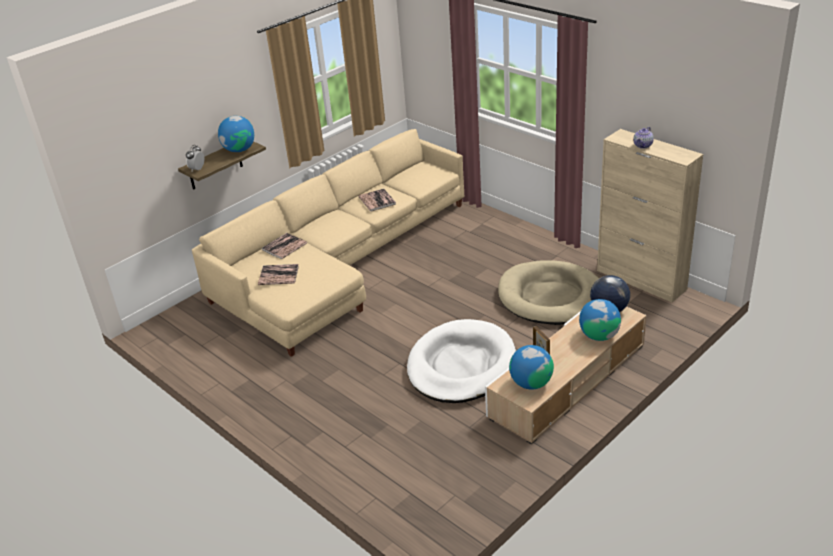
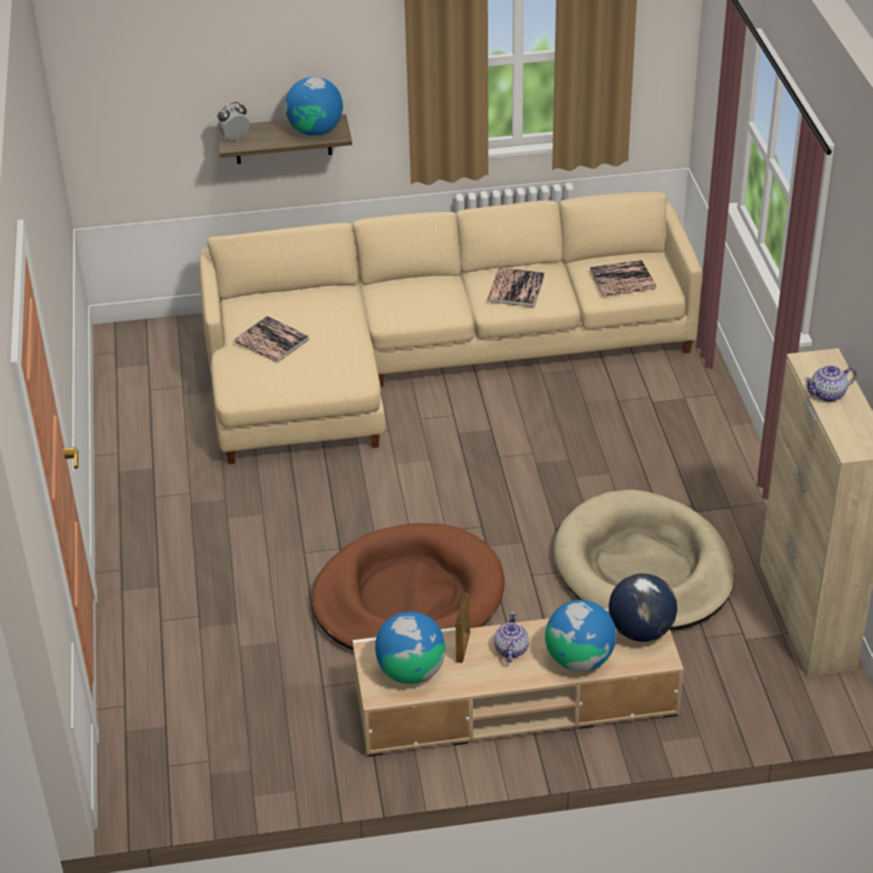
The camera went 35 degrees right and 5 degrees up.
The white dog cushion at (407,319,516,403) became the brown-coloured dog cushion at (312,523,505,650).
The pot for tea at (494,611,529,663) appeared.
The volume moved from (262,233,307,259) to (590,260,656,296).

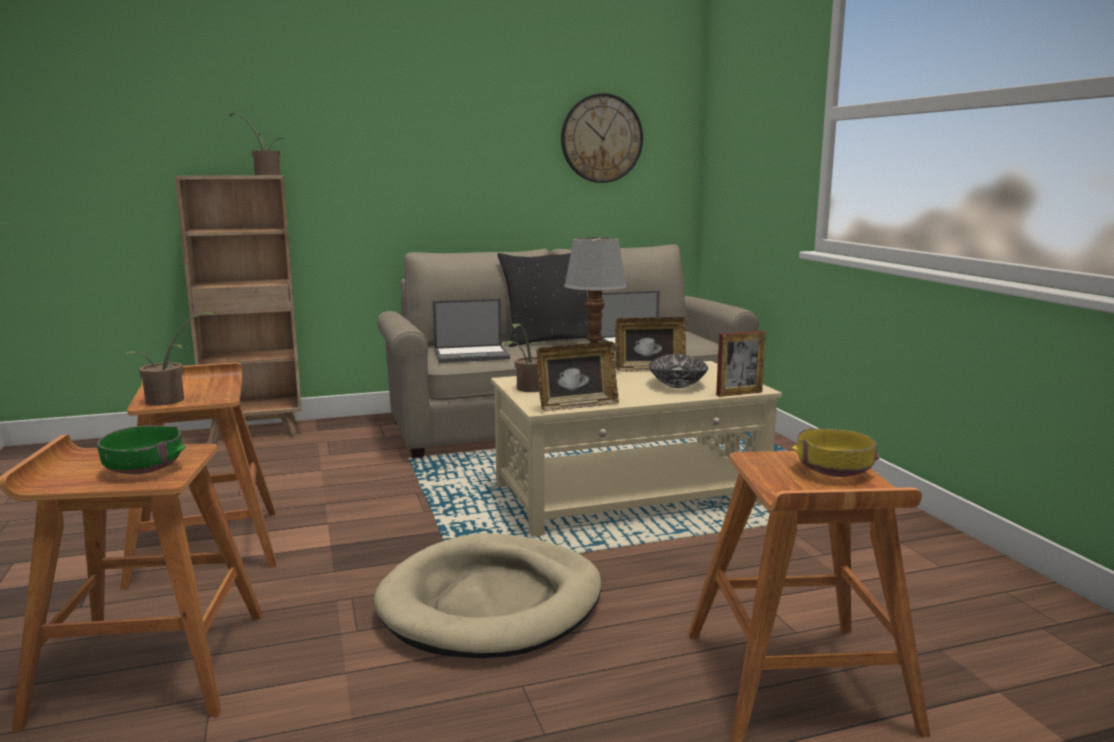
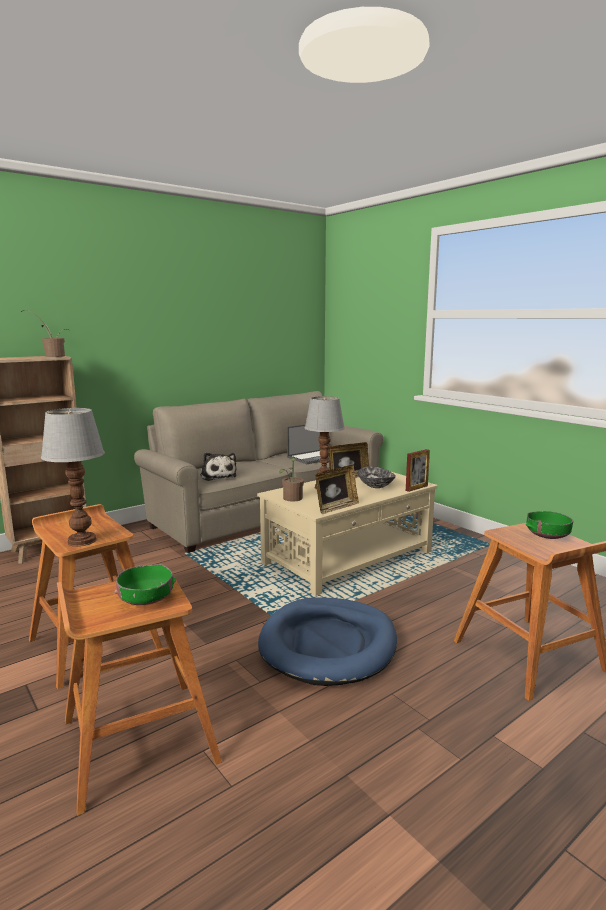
The camera went 20 degrees left and 0 degrees up.
The plant in a pot at (125,312,215,406) was replaced by the tabletop lamp at (41,408,105,547).
The portable computer at (433,299,510,363) was replaced by the cuddly toy at (200,452,237,481).
The beige-coloured dog cushion at (374,533,602,658) became the bluish dog cushion at (258,597,397,686).
The yellow bowl at (792,428,880,477) became the greenish bowl at (526,511,573,539).
The black-coloured throw pillow at (497,253,590,347) disappeared.
The hanging clock at (561,93,643,183) disappeared.

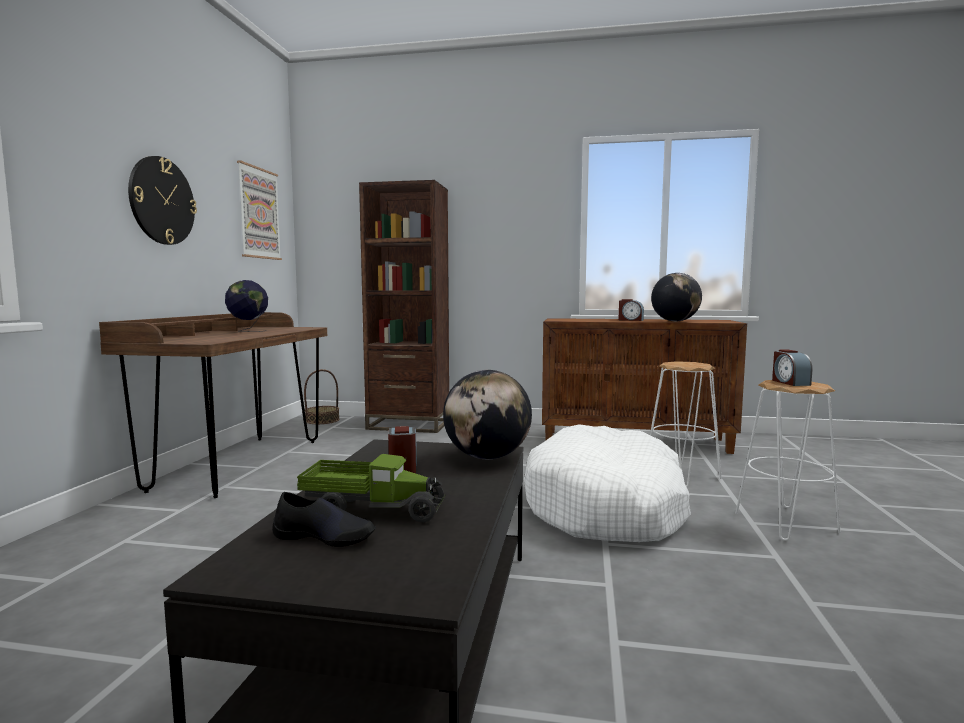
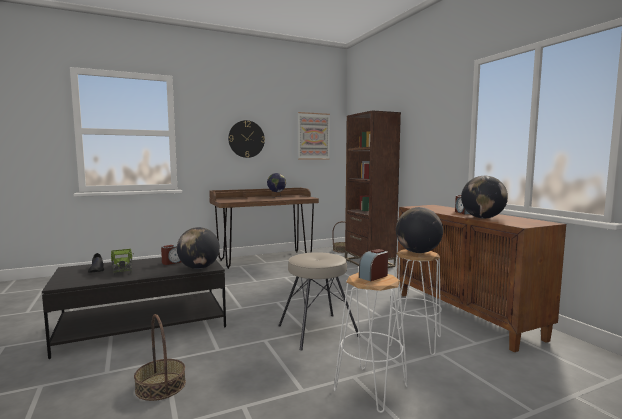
The camera went 55 degrees right and 0 degrees up.
The basket at (134,314,186,401) appeared.
The white dog cushion at (524,424,691,542) was replaced by the beige-coloured stool seat at (279,252,358,350).
The globe at (396,207,443,253) appeared.

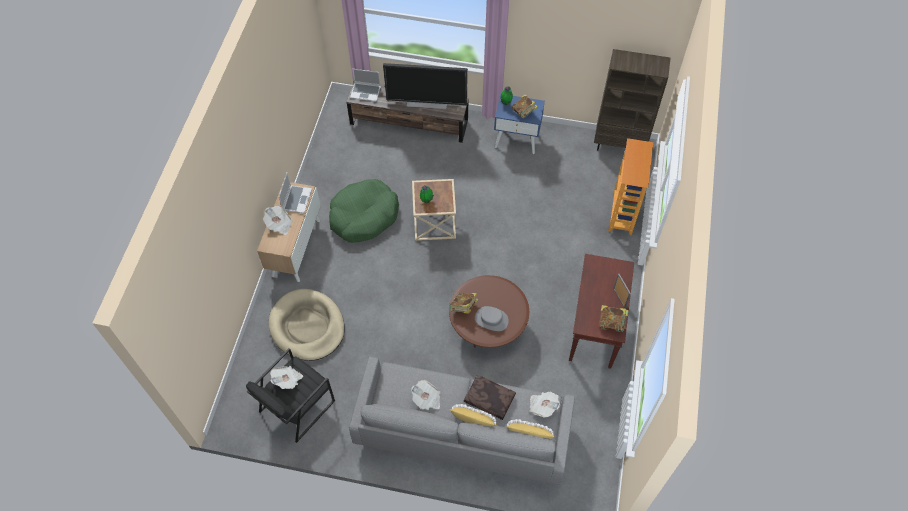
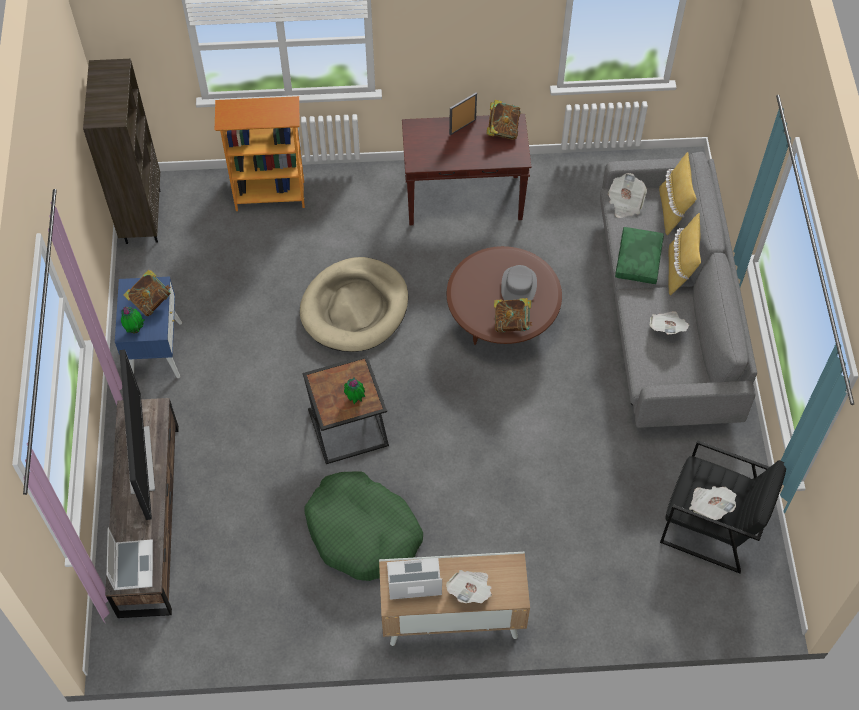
The camera went 105 degrees left and 0 degrees up.
The beige-coloured dog cushion moved from (268,289,344,361) to (300,257,408,352).
The beige-coloured accent table at (412,179,456,241) became the black-coloured accent table at (302,355,389,464).
The brown-coloured throw pillow at (464,375,516,420) became the greenish throw pillow at (615,227,664,284).

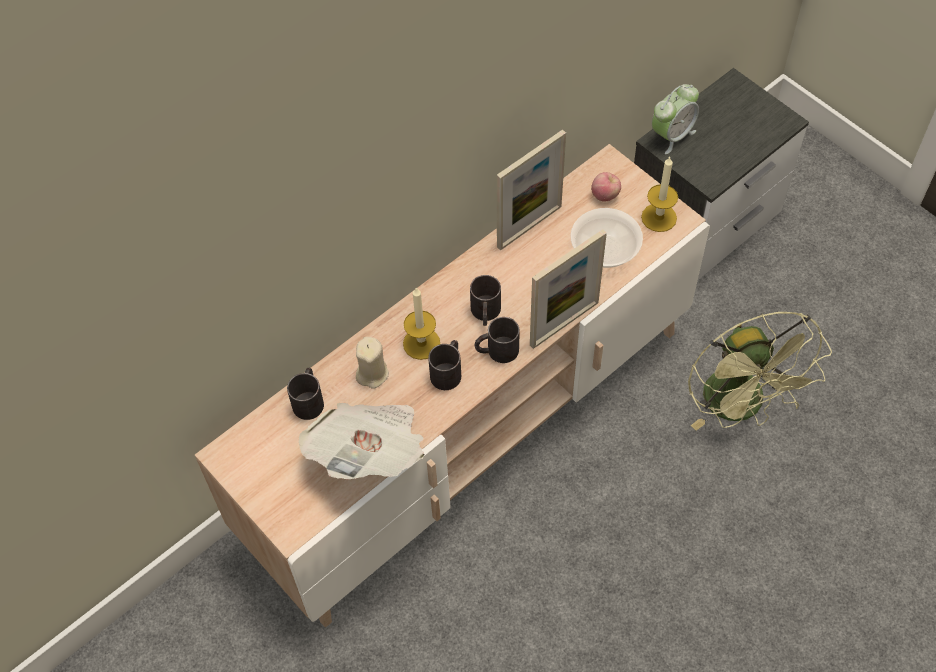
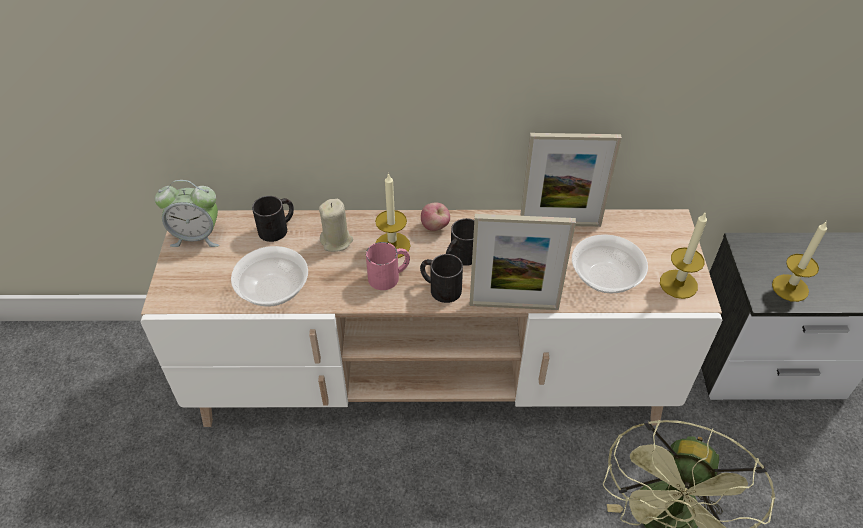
The camera went 40 degrees right and 10 degrees down.
The alarm clock moved from (652,84,699,154) to (155,180,219,247).
The newspaper at (298,403,424,479) was replaced by the bowl at (231,246,308,307).
The black-coloured tea mug at (428,340,461,390) became the pink tea mug at (366,242,410,290).
The apple moved from (591,172,621,202) to (421,202,450,231).
The candle at (772,221,827,302) appeared.

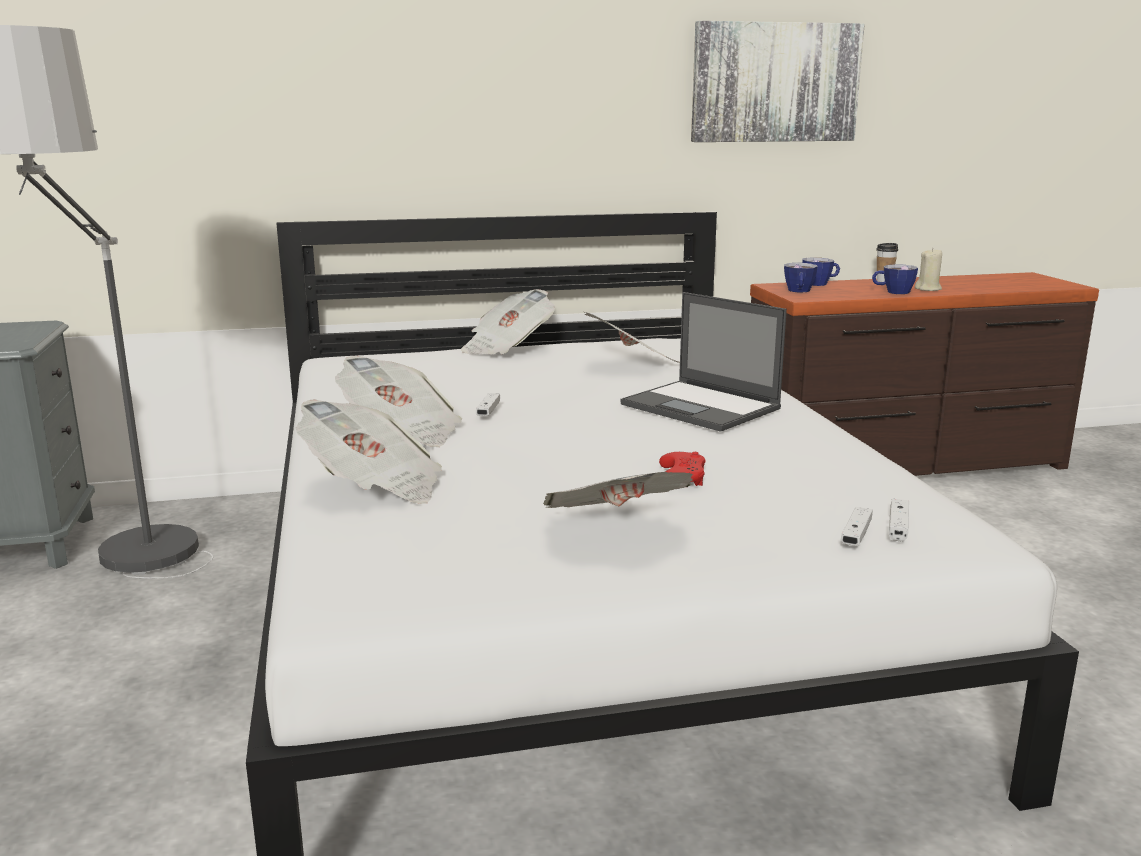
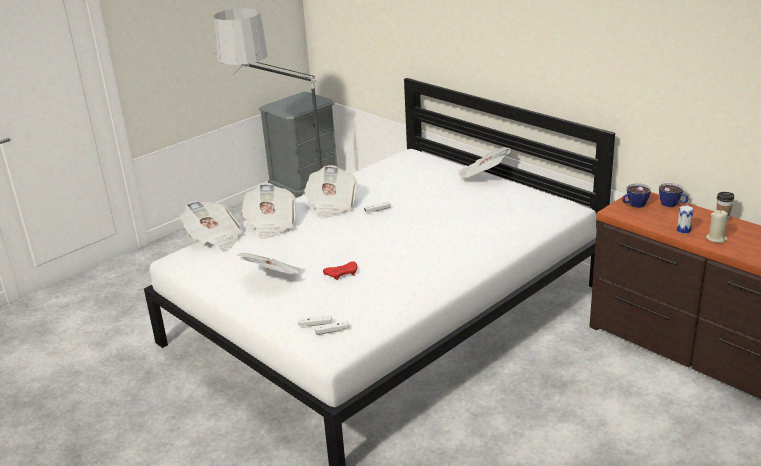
The camera went 60 degrees right and 10 degrees up.
The newspaper moved from (585,312,680,363) to (180,201,244,251).
The drinking cup at (872,264,918,294) was replaced by the sealed can at (677,205,694,234).
The portable computer at (620,292,787,432) disappeared.
The picture at (691,21,865,142) disappeared.

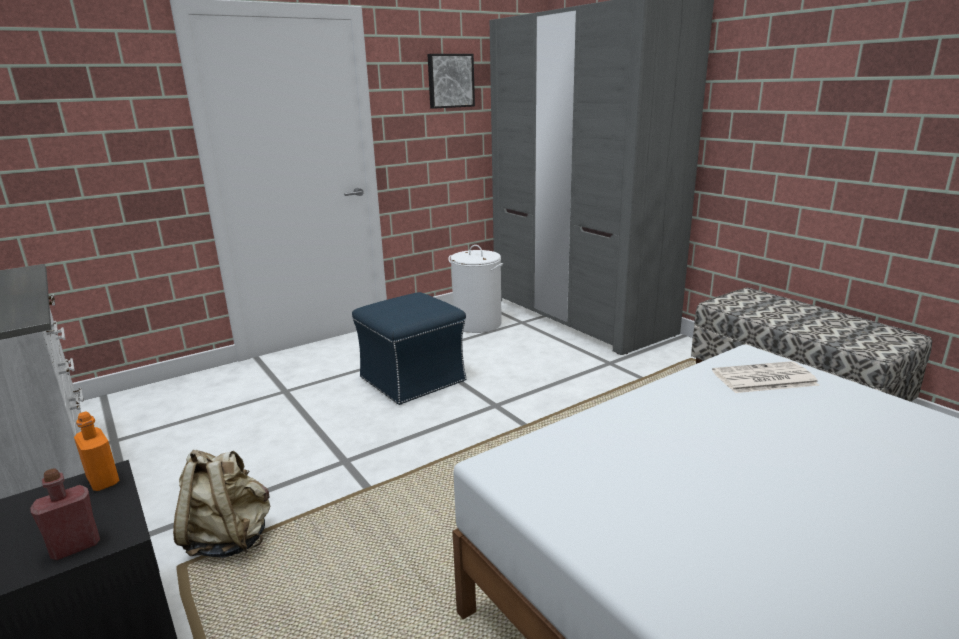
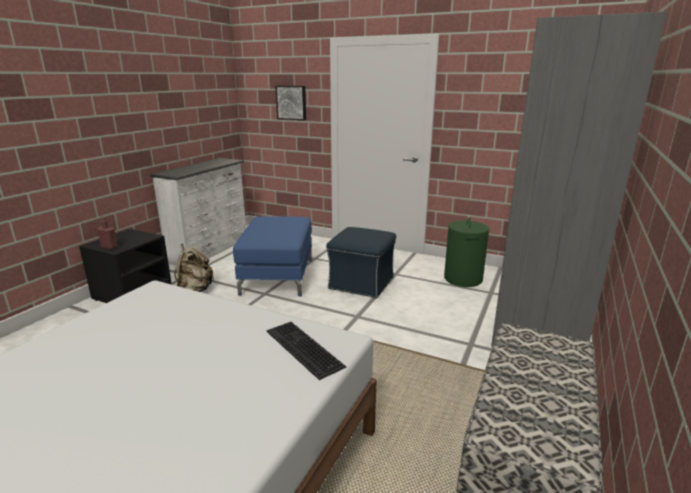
The camera went 60 degrees right and 0 degrees up.
The bluish footrest at (233,216,312,296) appeared.
The newspaper at (712,361,819,393) was replaced by the computer keyboard at (266,322,346,380).
The picture moved from (427,54,475,109) to (275,86,306,120).
The white washing basket at (448,245,503,333) became the greenish washing basket at (444,218,490,287).
The orange-coloured bottle at (74,412,119,491) disappeared.

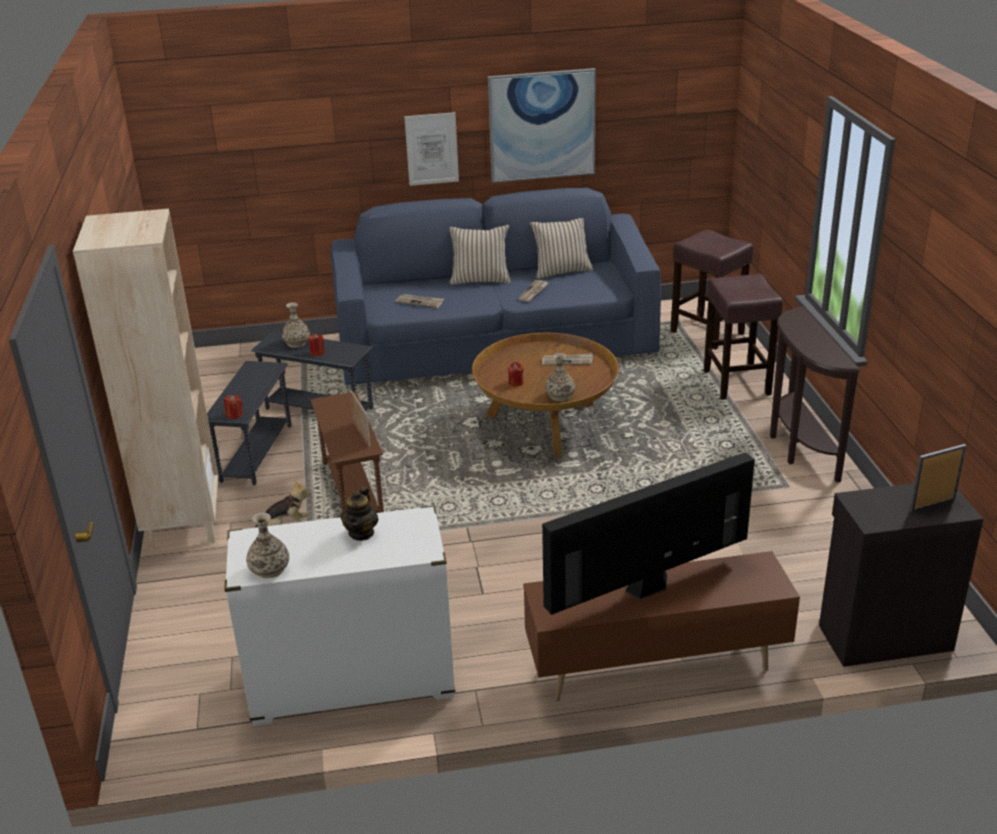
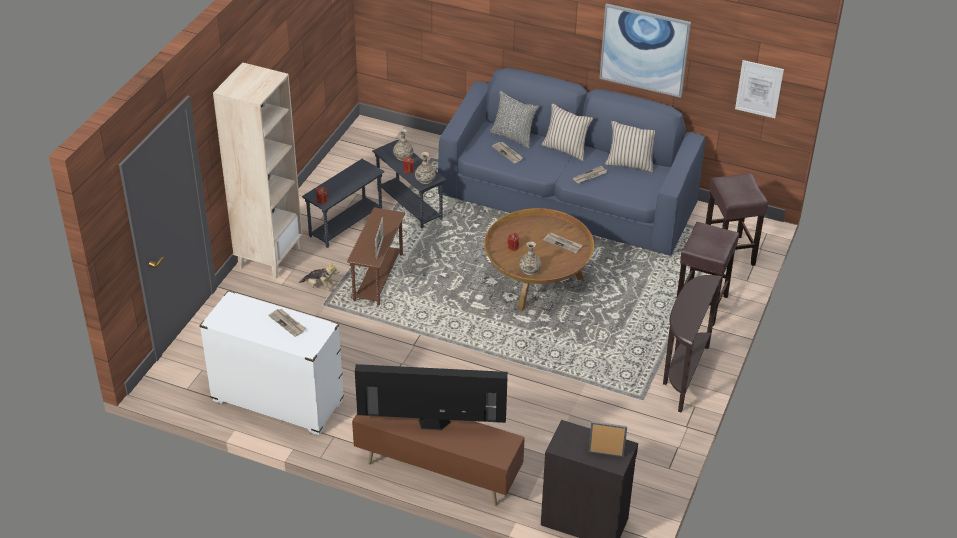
The camera went 30 degrees right and 10 degrees up.
The pot for tea at (341,487,378,541) was replaced by the newspaper at (268,309,306,337).
The flower vase moved from (246,513,289,578) to (415,152,436,184).
The gray throw pillow at (490,91,540,149) appeared.
The picture moved from (404,112,459,186) to (735,60,784,118).

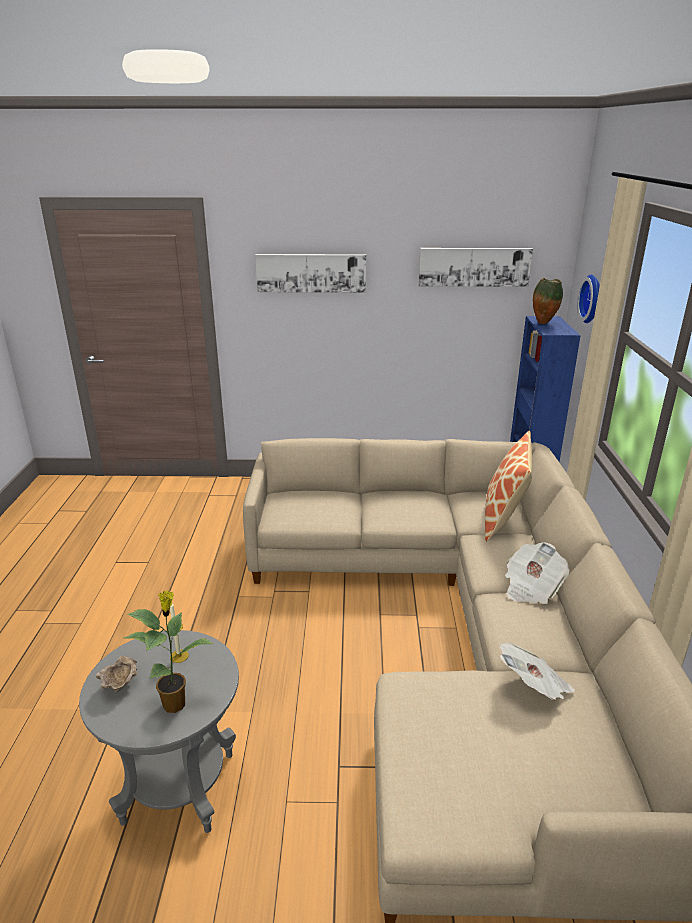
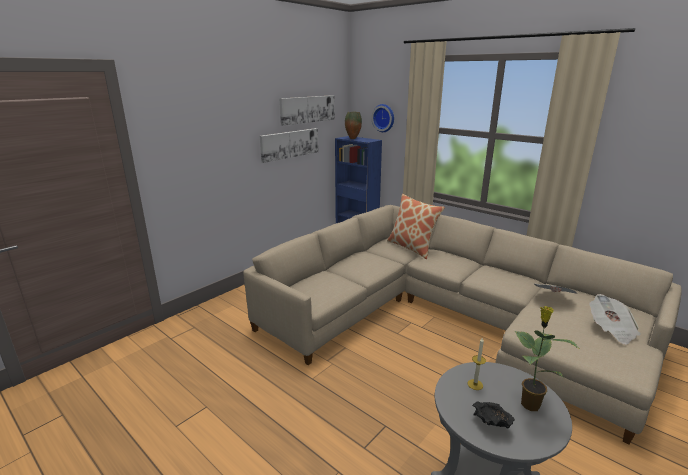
The camera went 50 degrees left and 5 degrees down.
The picture moved from (255,254,366,293) to (260,128,318,163).
The beige-coloured bowl at (96,656,137,692) became the black-coloured bowl at (472,401,515,429).
The newspaper moved from (505,542,569,604) to (589,294,641,345).

